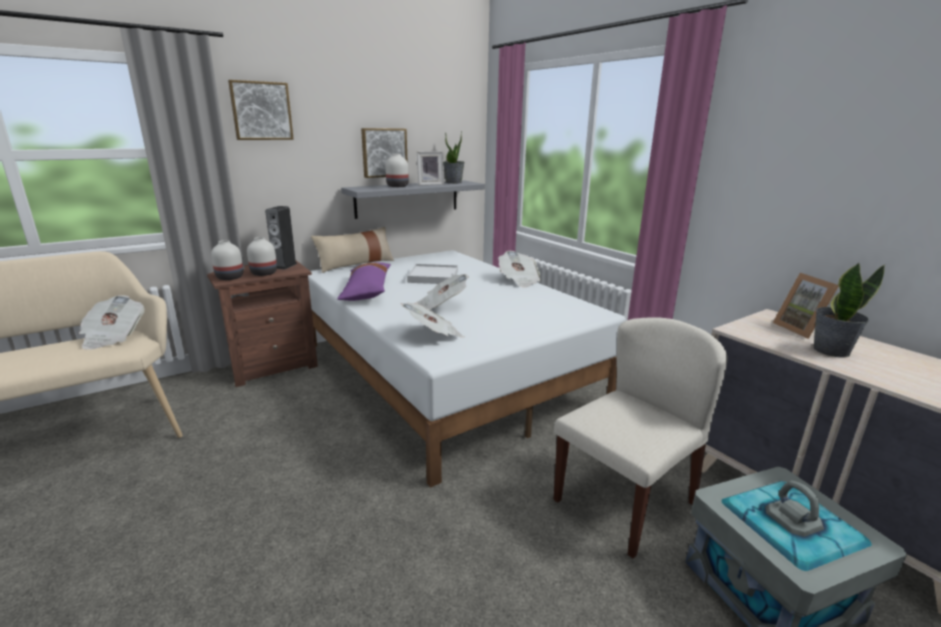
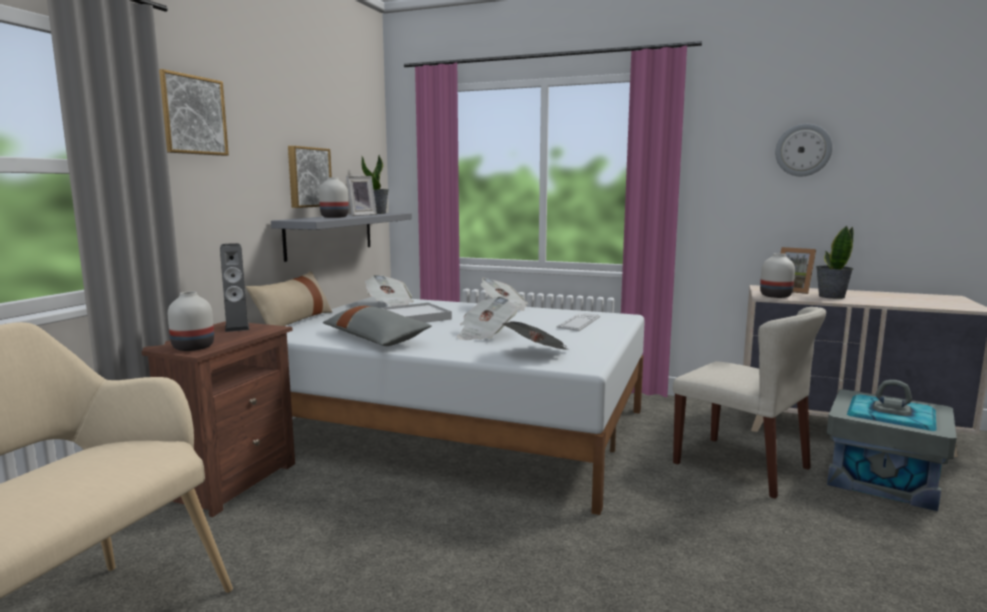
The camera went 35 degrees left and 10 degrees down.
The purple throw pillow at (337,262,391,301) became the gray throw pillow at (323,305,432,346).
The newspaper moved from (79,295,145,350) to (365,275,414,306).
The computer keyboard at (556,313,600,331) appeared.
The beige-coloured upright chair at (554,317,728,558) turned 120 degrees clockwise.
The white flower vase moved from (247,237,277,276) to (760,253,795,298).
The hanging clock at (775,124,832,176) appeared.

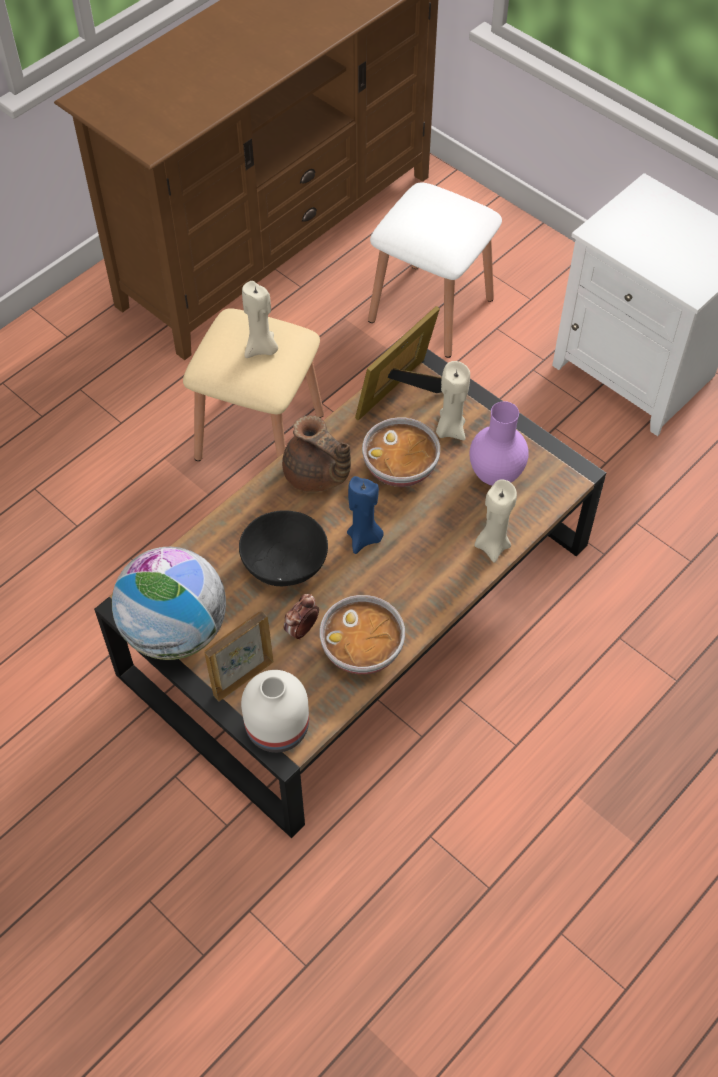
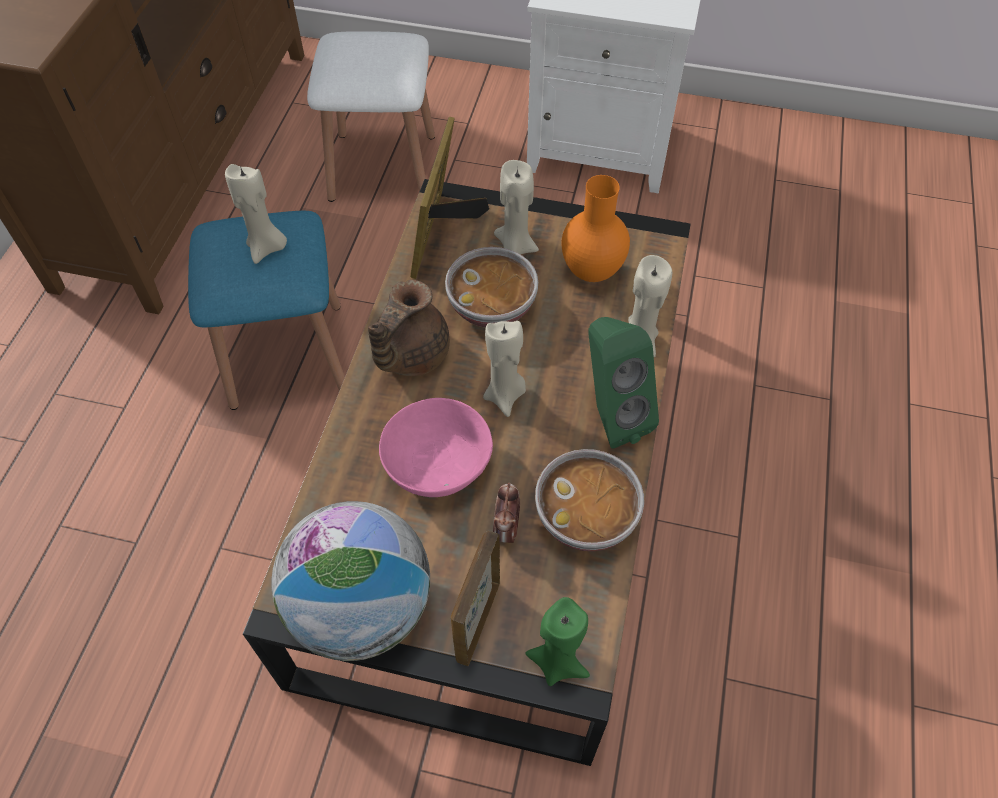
The camera went 30 degrees left and 0 degrees up.
The beige-coloured stool seat at (183,308,324,461) became the bluish stool seat at (188,211,345,410).
The brown-coloured pot for tea at (282,415,351,492) turned 105 degrees clockwise.
The black-coloured bowl at (239,510,328,586) became the pink bowl at (379,398,493,497).
The bluish candle at (347,476,384,554) became the beige-coloured candle at (483,321,526,417).
The white flower vase at (241,670,309,753) was replaced by the greenish candle at (525,597,590,686).
The purple flower vase at (470,401,529,486) became the orange-coloured flower vase at (562,175,630,282).
The greenish audio speaker at (588,317,659,449) appeared.

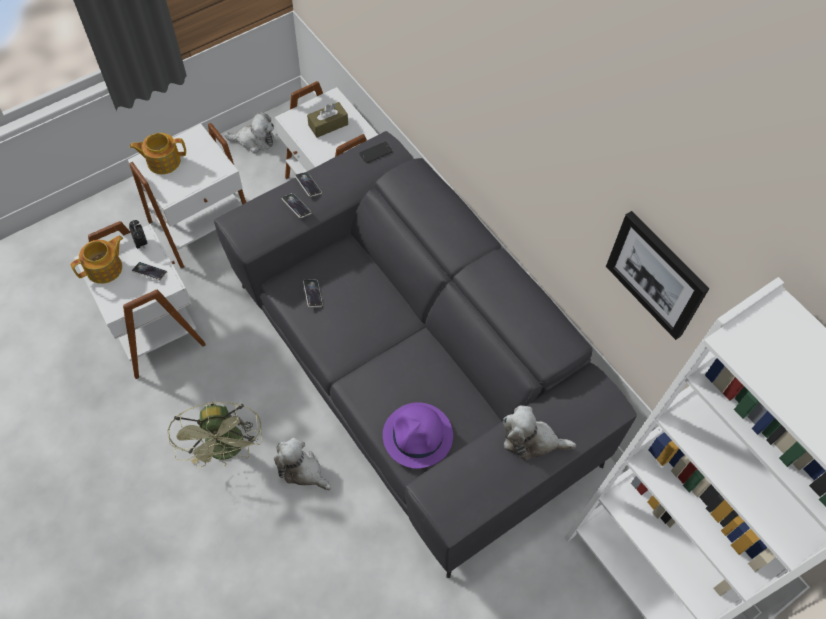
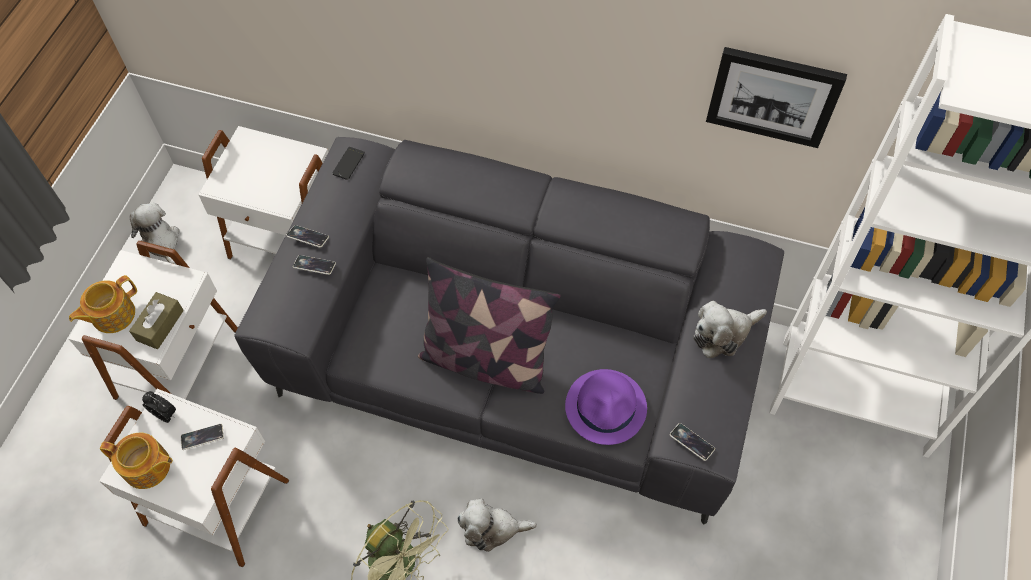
The camera went 35 degrees left and 0 degrees up.
The pot for tea at (71,236,123,284) turned 90 degrees clockwise.
The brown-coloured tissue holder moved from (307,102,348,138) to (129,292,184,349).
The cuddly toy at (224,112,274,154) turned 90 degrees counterclockwise.
The throw pillow at (418,257,561,394) appeared.
The handset moved from (303,279,323,307) to (670,423,715,461).

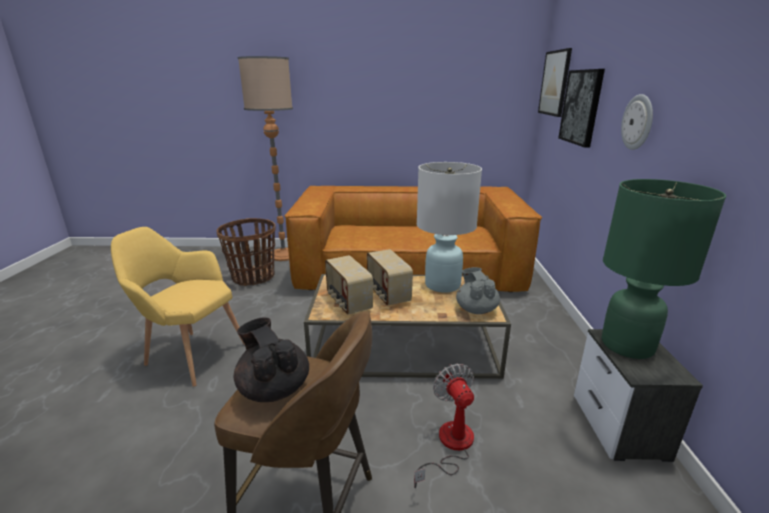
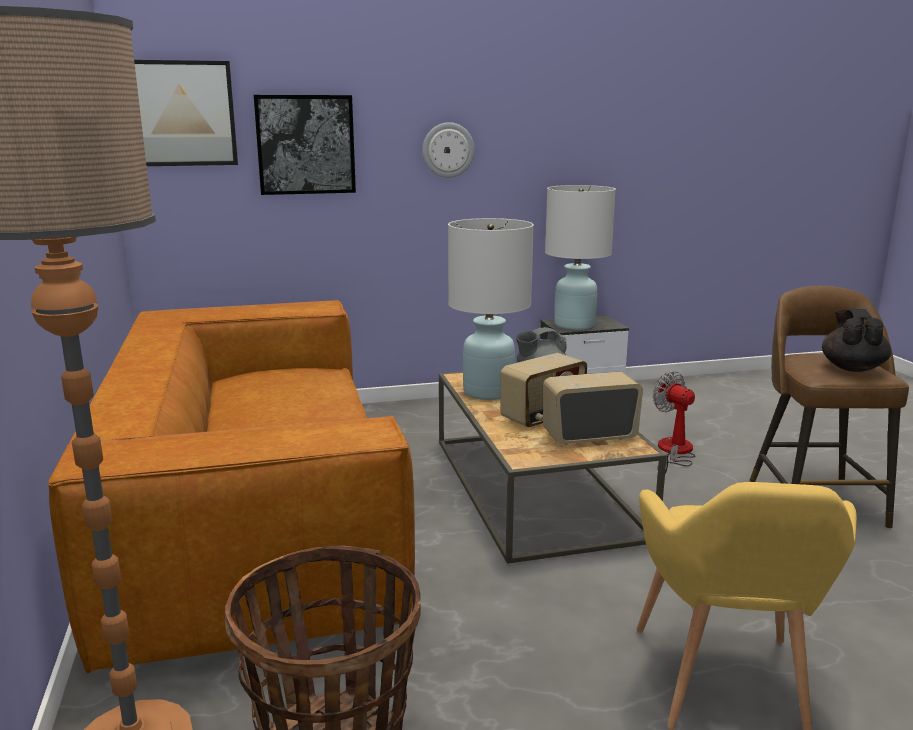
The camera went 105 degrees left and 5 degrees down.
The radio at (325,255,373,314) turned 150 degrees counterclockwise.
The greenish tabletop lamp at (601,179,726,359) became the white tabletop lamp at (545,185,616,330).
The fan at (414,363,474,488) turned 90 degrees clockwise.
The black-coloured pot for tea at (234,318,309,402) turned 150 degrees clockwise.

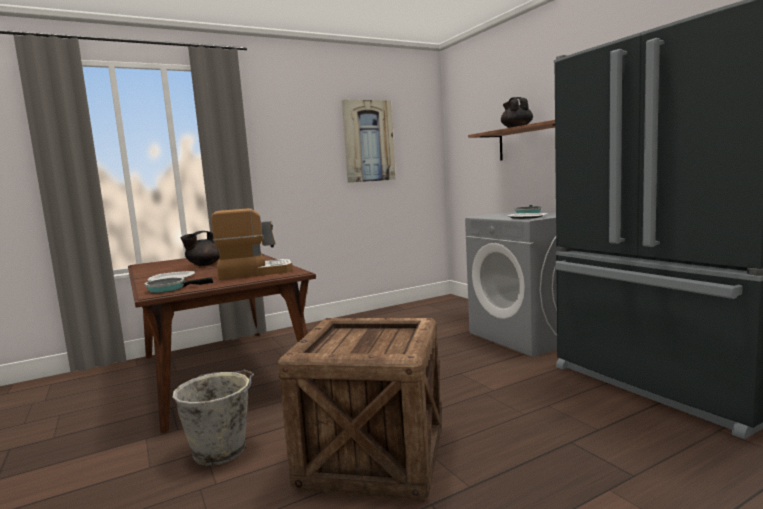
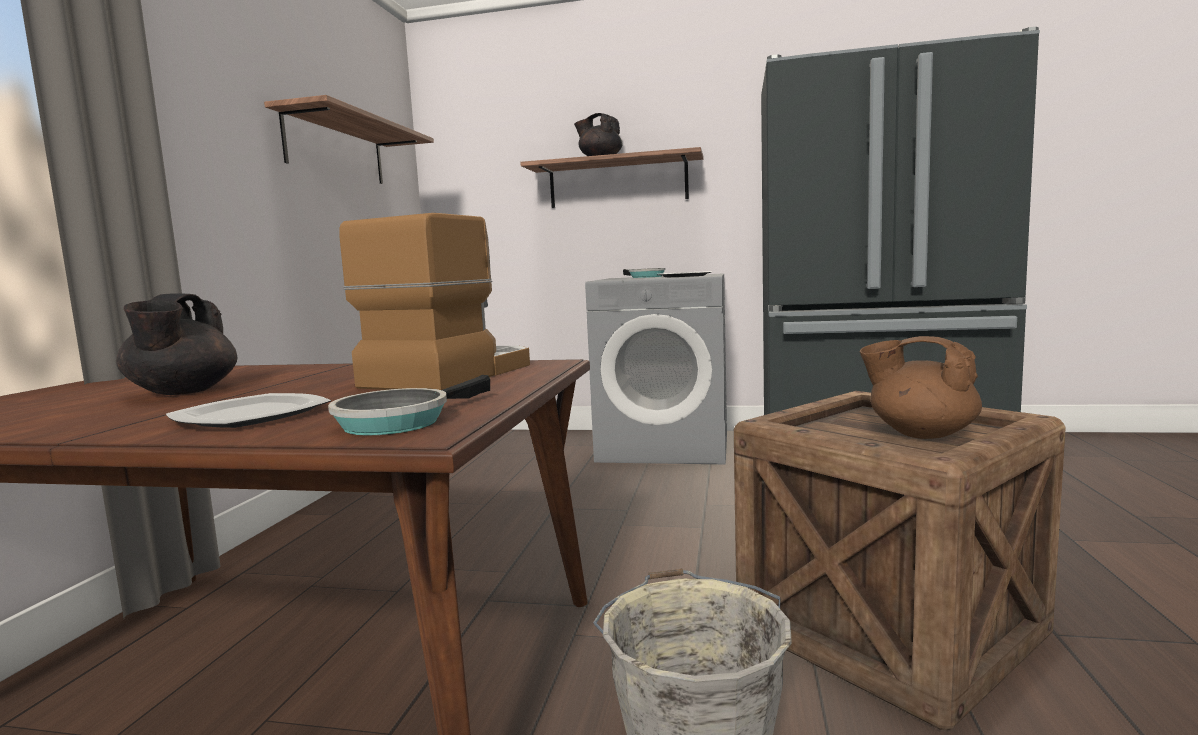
The camera went 50 degrees left and 0 degrees up.
The picture at (342,99,396,183) was replaced by the wall shelf at (264,95,434,184).
The brown-coloured pot for tea at (860,336,982,439) appeared.

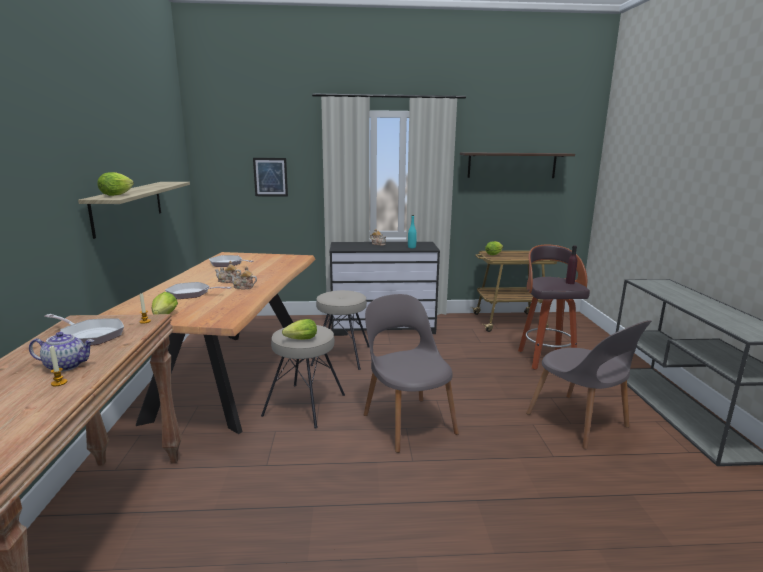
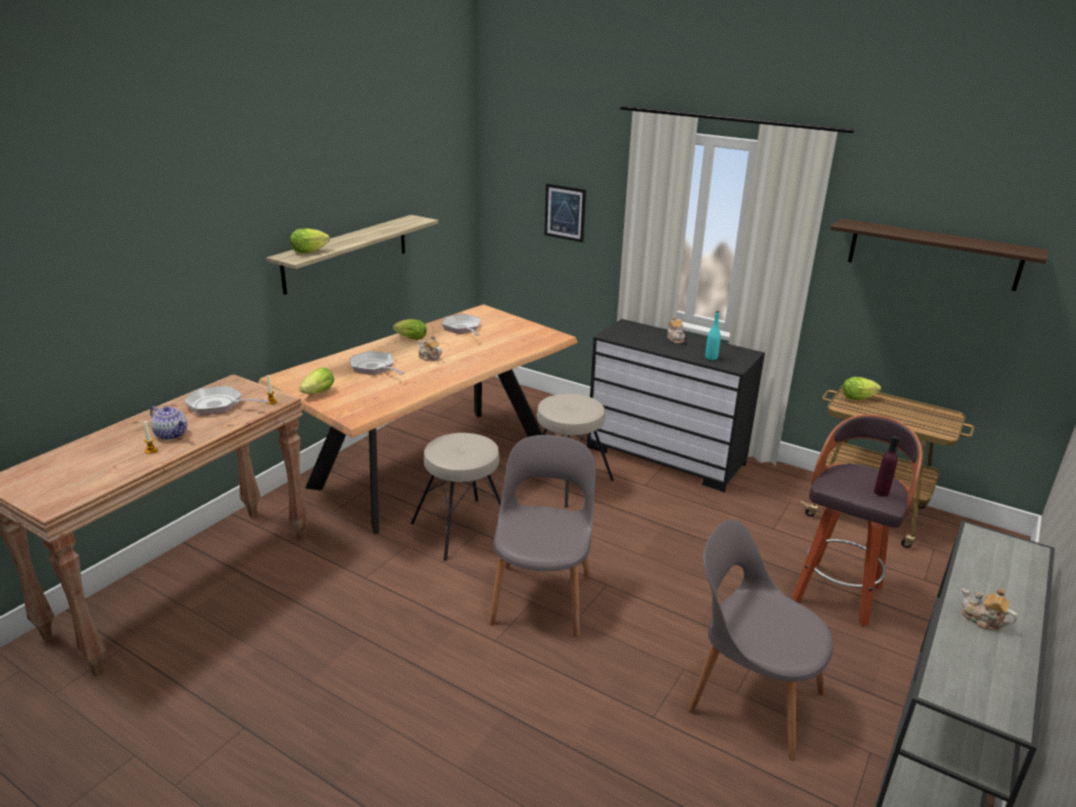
The camera went 35 degrees right and 10 degrees up.
The skillet at (44,314,124,345) turned 135 degrees clockwise.
The lettuce moved from (282,319,317,340) to (393,319,427,340).
The gray upright chair at (526,320,652,449) turned 120 degrees clockwise.
The pot for tea moved from (230,266,257,290) to (962,588,1018,630).

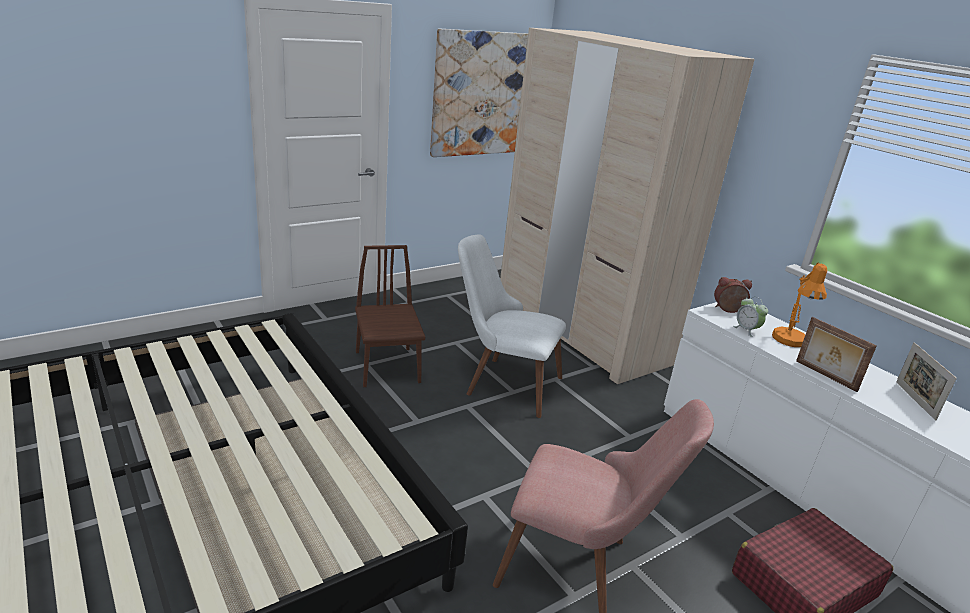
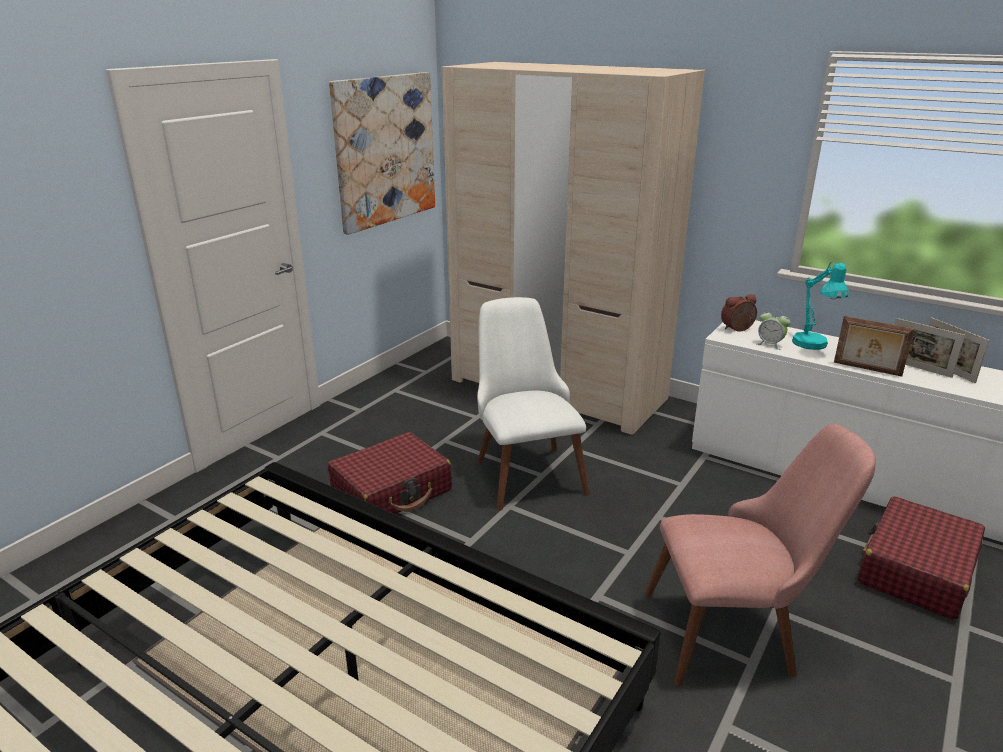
The camera went 20 degrees left and 0 degrees up.
The brown-coloured upright chair at (355,245,425,387) was replaced by the red-coloured piece of luggage at (328,432,452,514).
The white upright chair at (458,234,566,418) turned 75 degrees clockwise.
The orange-coloured tabletop lamp at (772,263,827,347) became the blue-green tabletop lamp at (792,262,849,350).
The photo frame at (894,318,965,378) appeared.

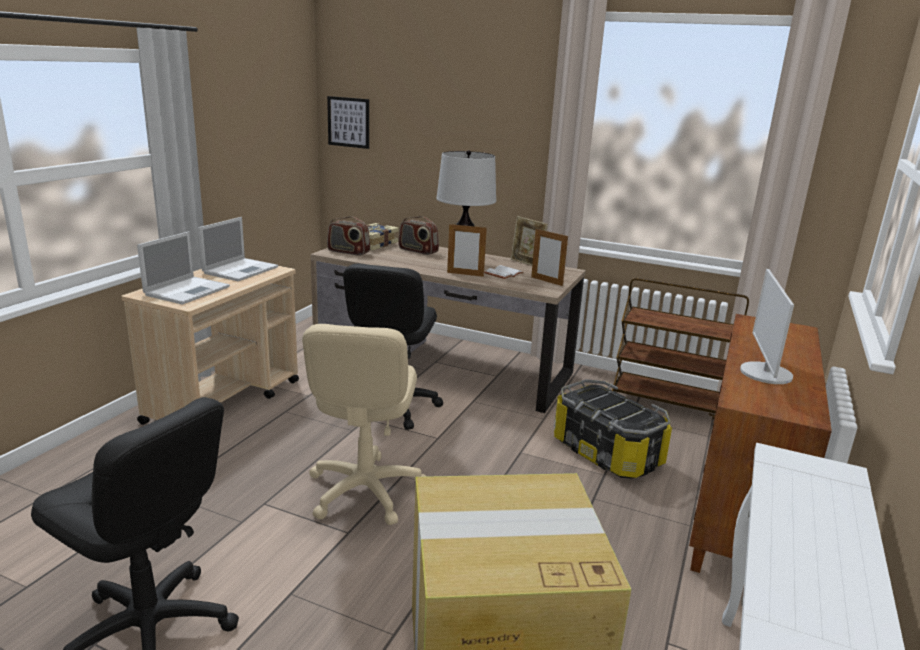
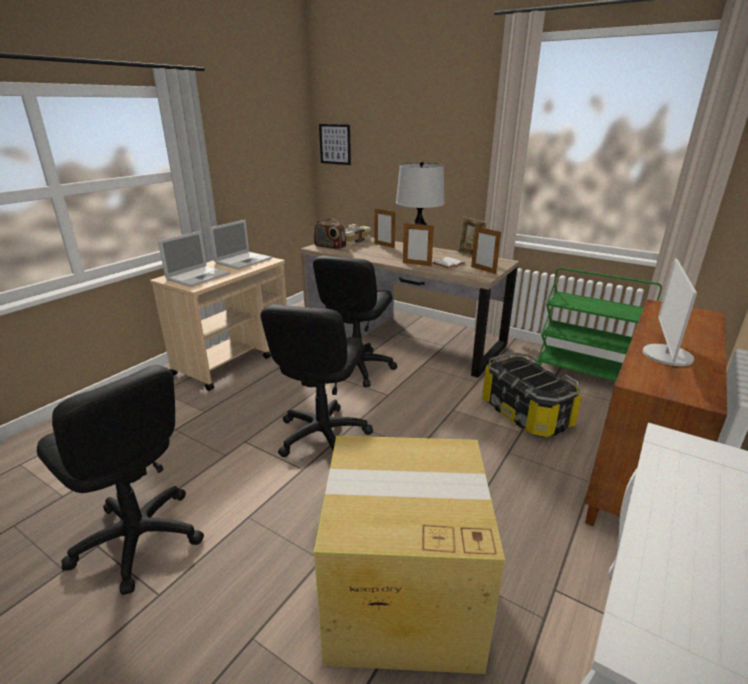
The camera went 10 degrees right and 5 degrees up.
The beige-coloured office chair at (302,324,427,525) became the black-coloured office chair at (260,304,373,457).
The radio at (398,216,439,255) was replaced by the photo frame at (374,208,396,248).
The brown-coloured wheeled cart at (612,278,749,419) became the greenish wheeled cart at (535,267,662,381).

